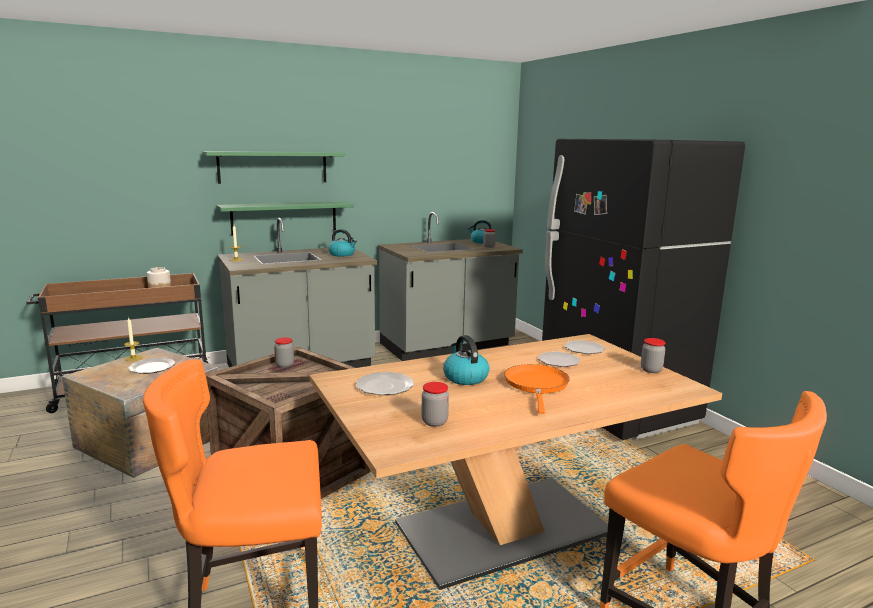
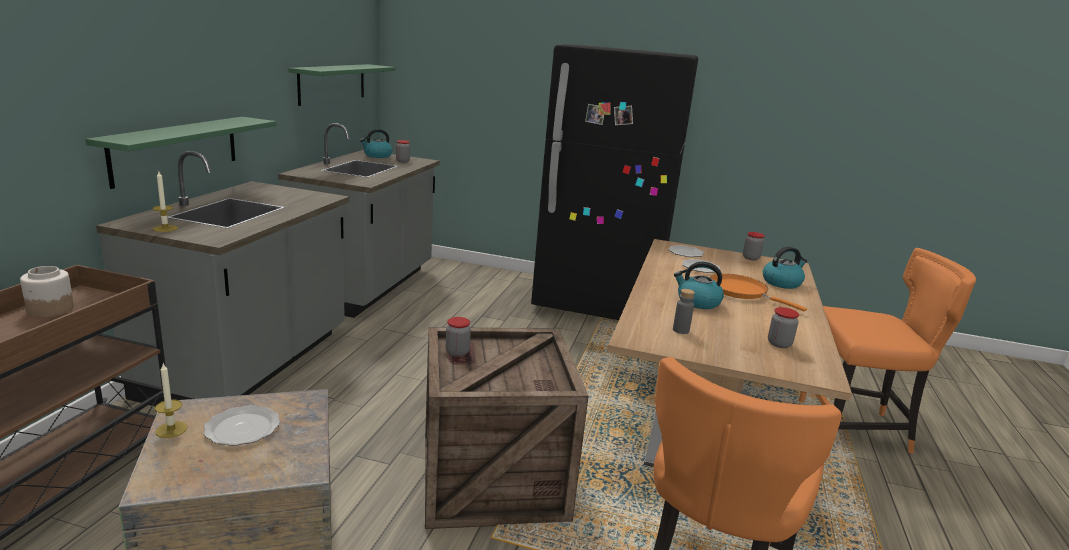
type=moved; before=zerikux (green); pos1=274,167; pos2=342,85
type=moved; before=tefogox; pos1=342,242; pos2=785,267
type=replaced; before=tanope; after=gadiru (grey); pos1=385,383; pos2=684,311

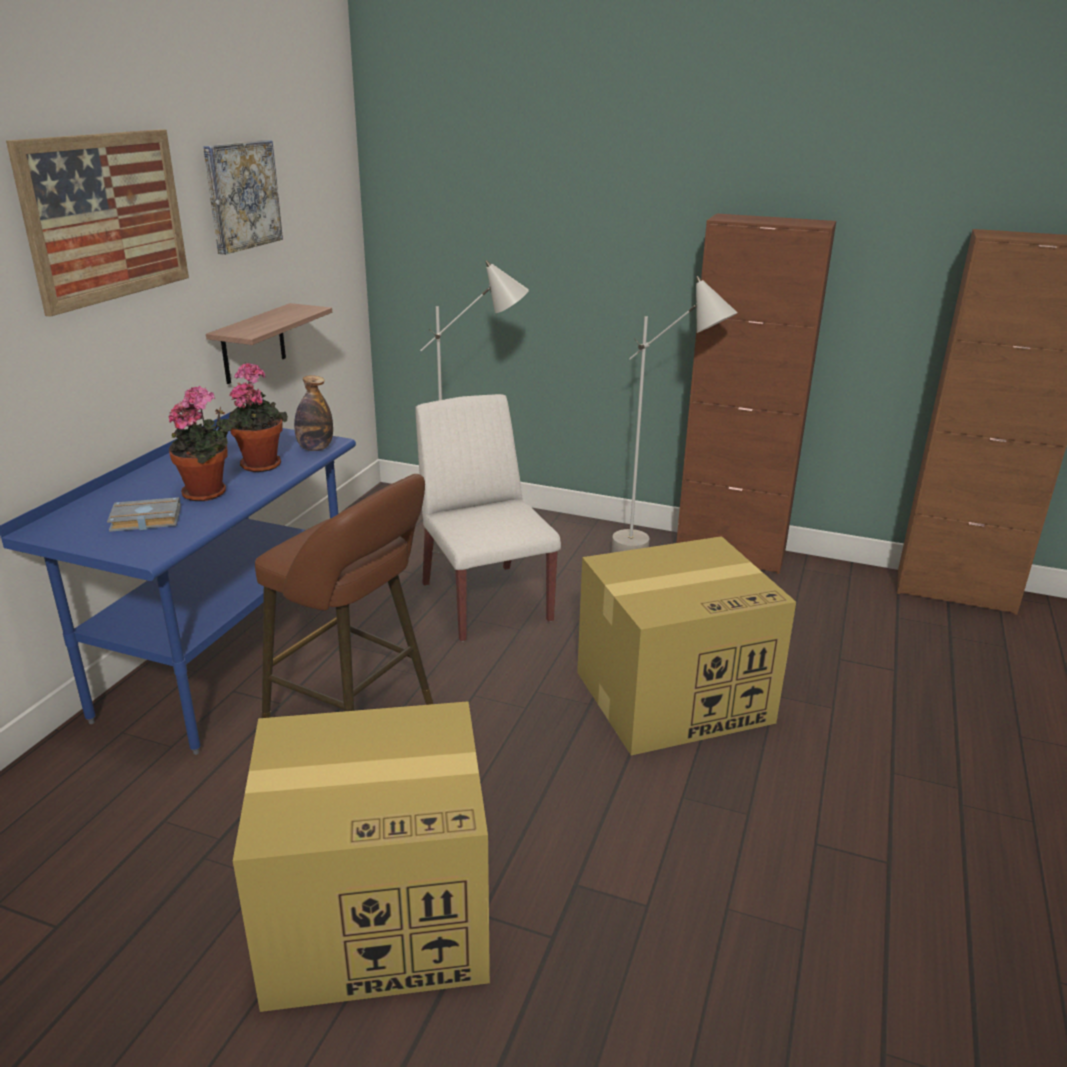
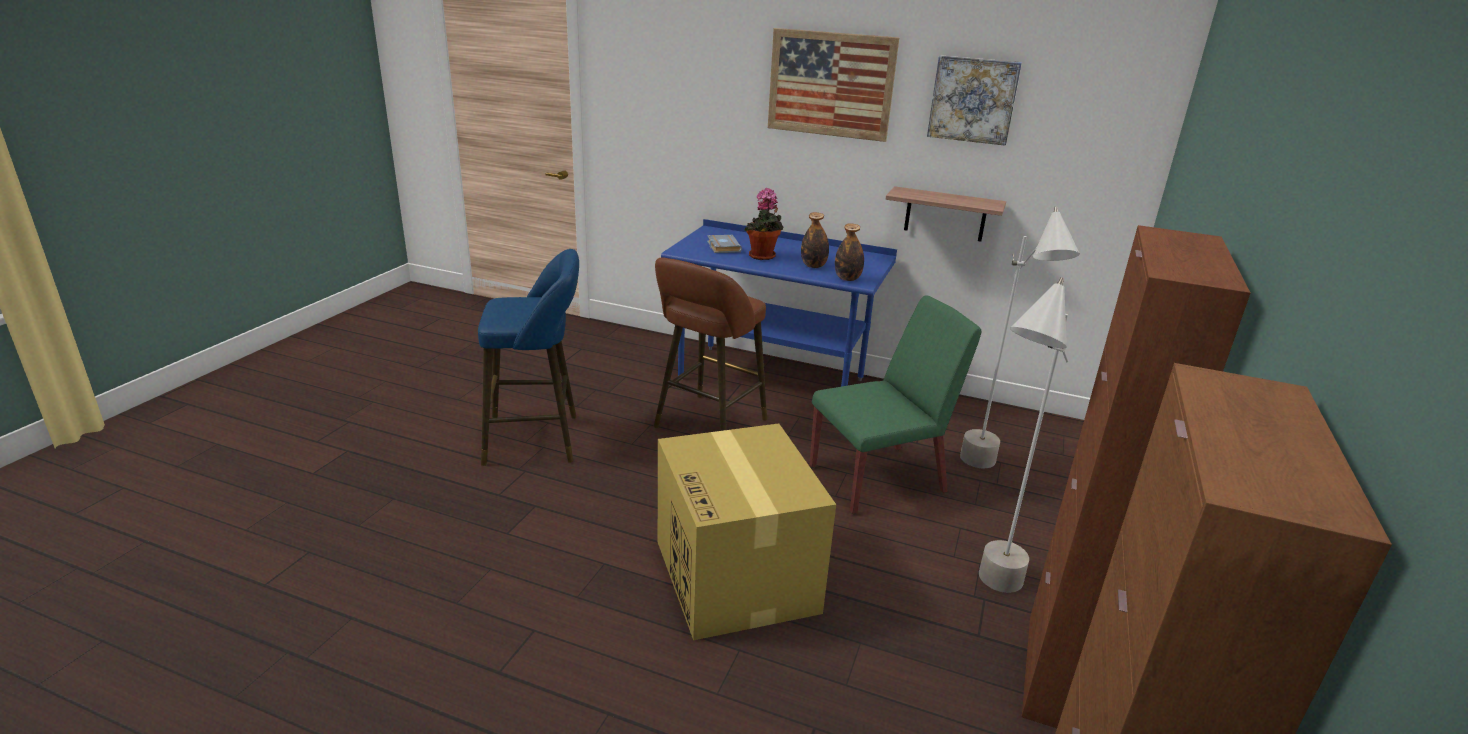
type=replaced; before=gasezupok; after=gadiru; pos1=257,417; pos2=815,240
type=replaced; before=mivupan; after=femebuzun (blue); pos1=361,856; pos2=528,357
type=recoloured; before=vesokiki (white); after=vesokiki (green); pos1=488,518; pos2=895,404

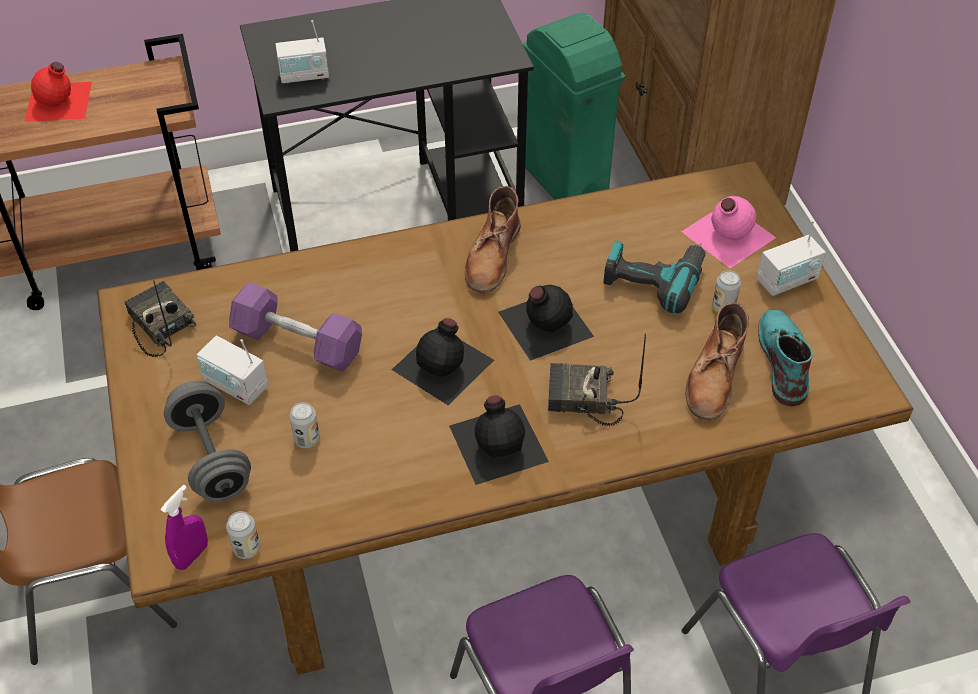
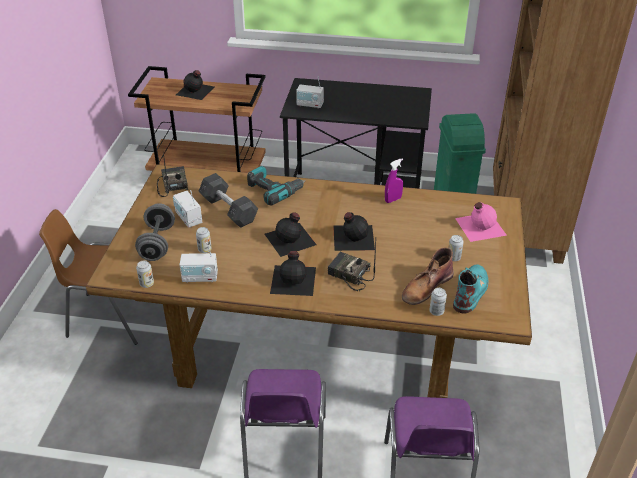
type=recoloured; before=gadiru (red); after=gadiru (black); pos1=58,92; pos2=195,85
type=moved; before=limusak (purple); pos1=184,527; pos2=394,180
type=recoloured; before=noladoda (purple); after=noladoda (grey); pos1=295,327; pos2=228,200
type=removed; before=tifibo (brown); pos1=492,239
type=moved; before=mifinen; pos1=654,277; pos2=276,186
type=moved; before=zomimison; pos1=791,258; pos2=198,262
type=added; after=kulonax; pos2=438,302

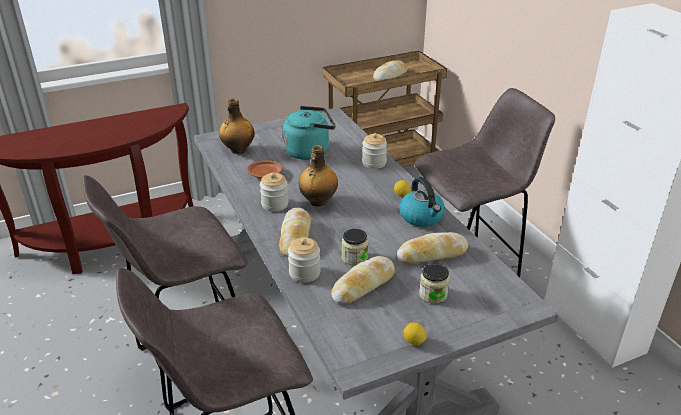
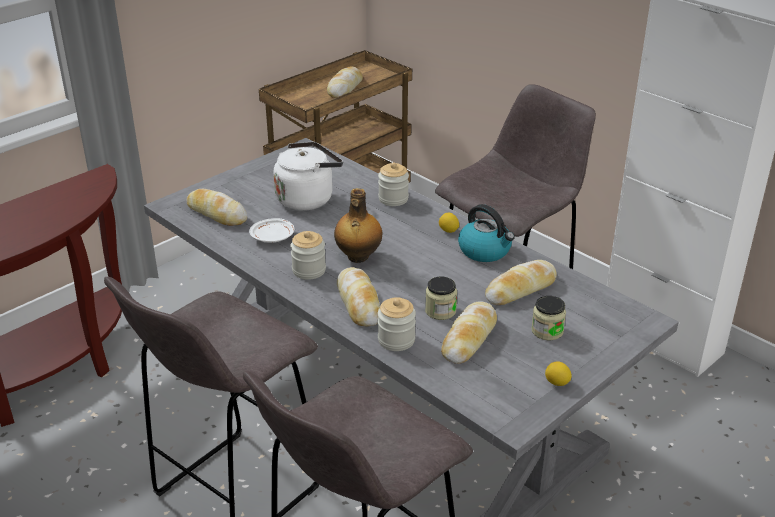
type=replaced; before=gadiru; after=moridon; pos1=237,126; pos2=217,207
type=recoloured; before=tanope (brown); after=tanope (white); pos1=265,169; pos2=271,230
type=recoloured; before=tefogox (turquoise); after=tefogox (white); pos1=309,133; pos2=308,176

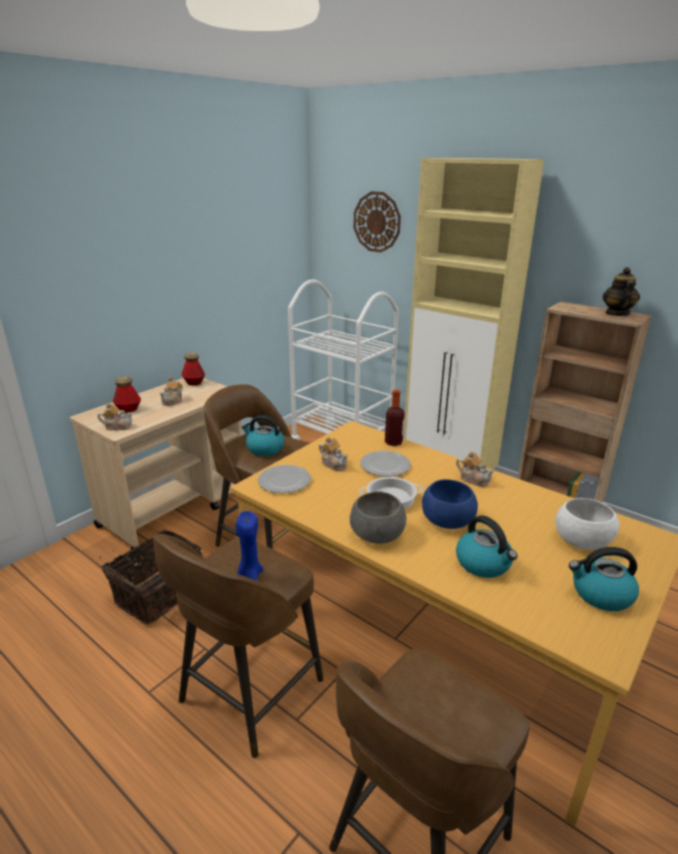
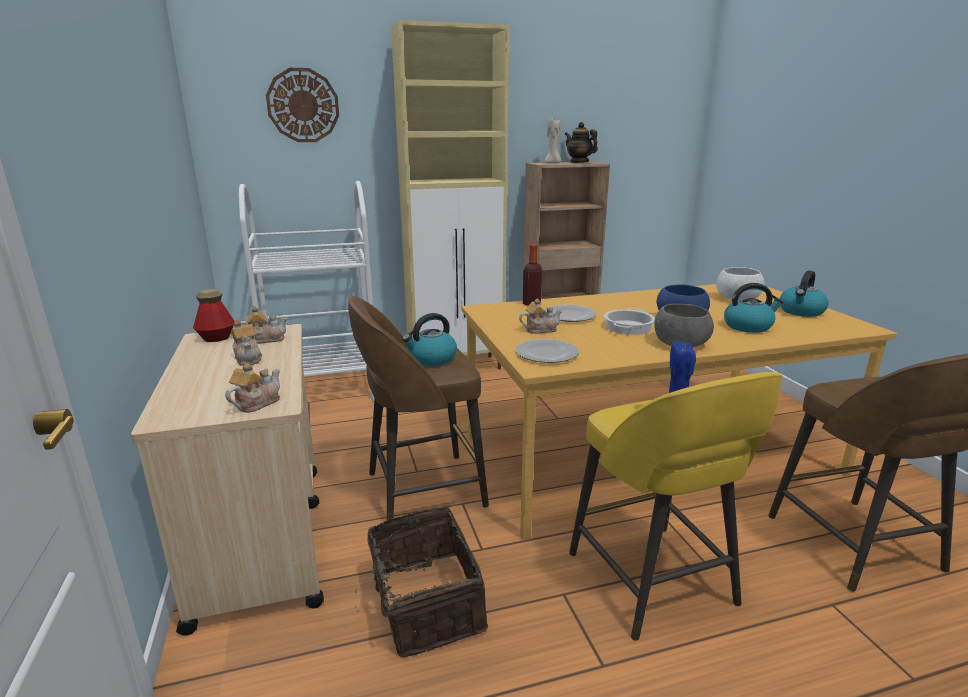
type=removed; before=gadiru; pos1=127,394
type=recoloured; before=femebuzun (brown); after=femebuzun (yellow); pos1=238,646; pos2=675,506
type=moved; before=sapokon; pos1=475,469; pos2=264,325
type=added; after=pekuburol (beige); pos2=553,140

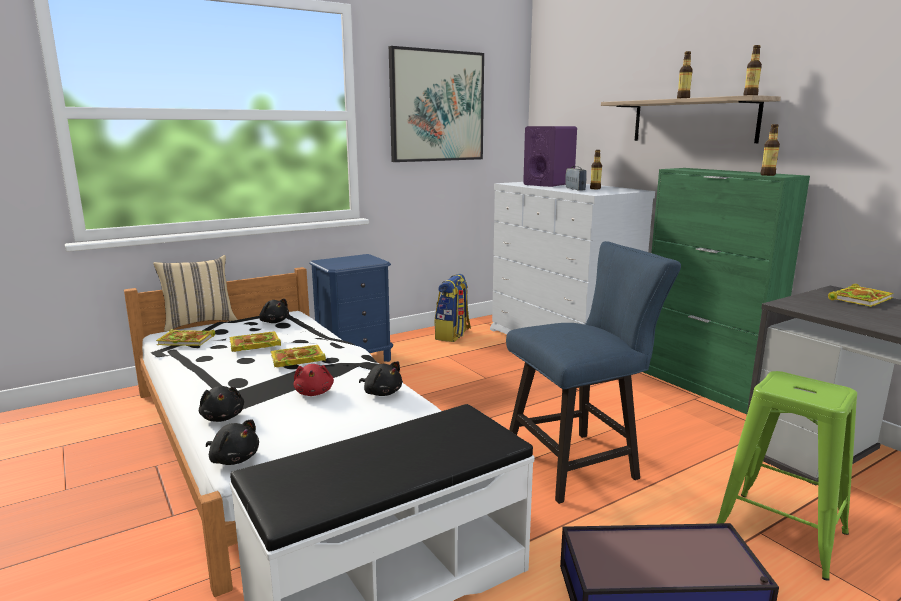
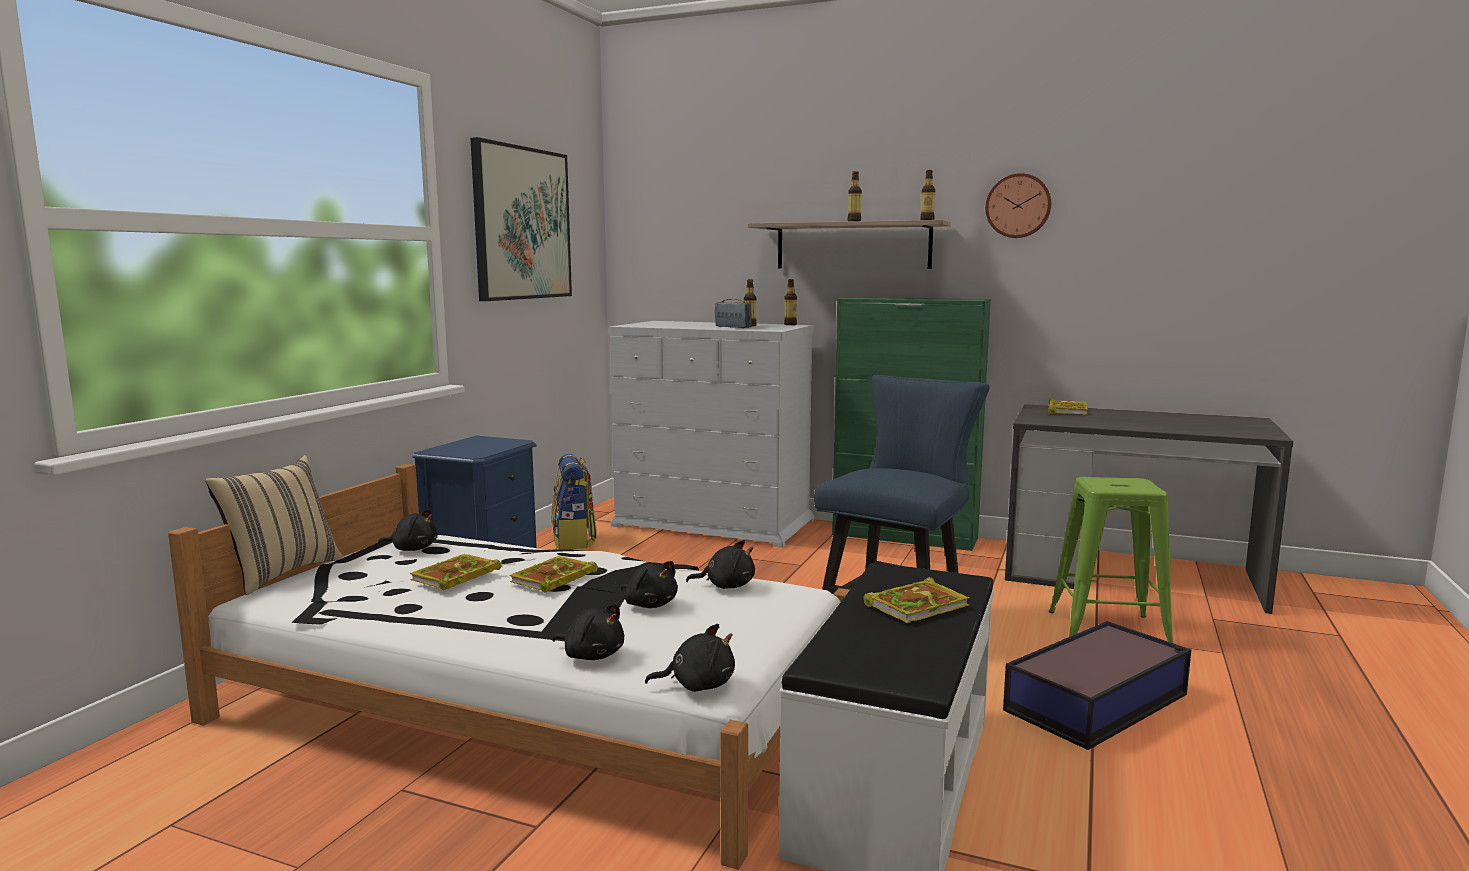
type=moved; before=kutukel; pos1=185,337; pos2=917,600
type=recoloured; before=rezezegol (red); after=rezezegol (black); pos1=314,380; pos2=649,584
type=removed; before=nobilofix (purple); pos1=550,156
type=moved; before=gadiru; pos1=770,150; pos2=790,302
type=added; after=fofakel; pos2=1018,205

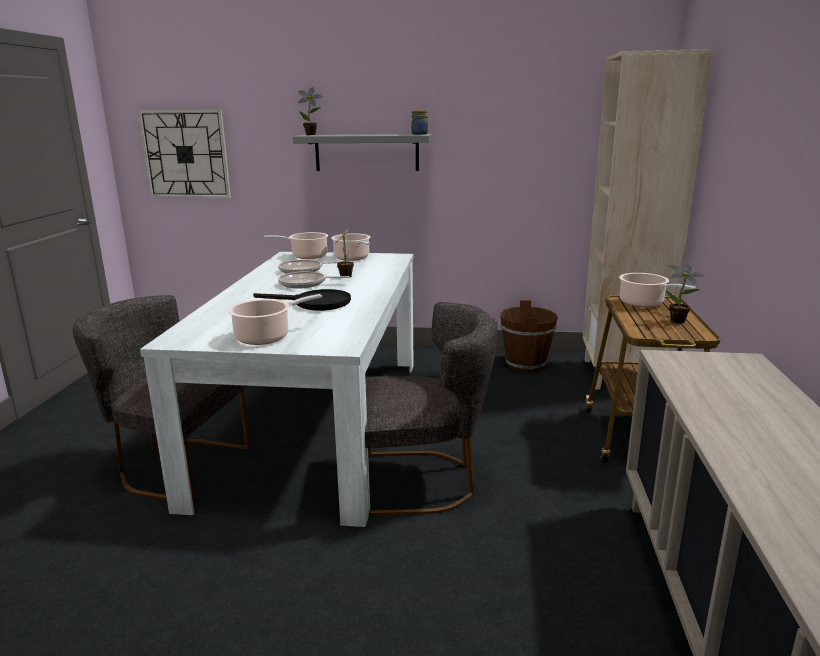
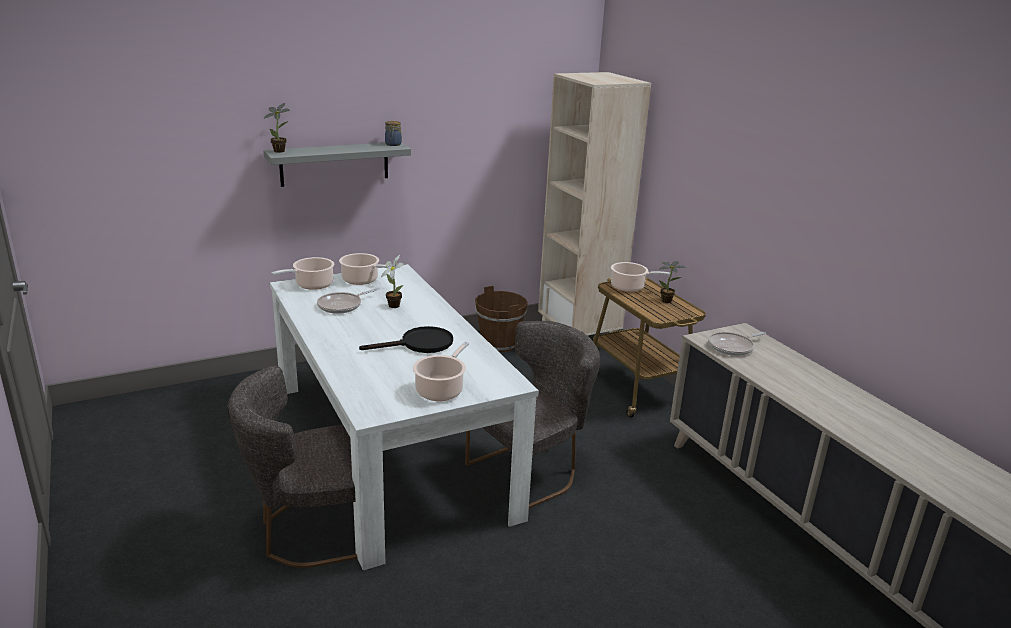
type=removed; before=fofakel; pos1=184,153
type=moved; before=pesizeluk; pos1=314,280; pos2=737,344

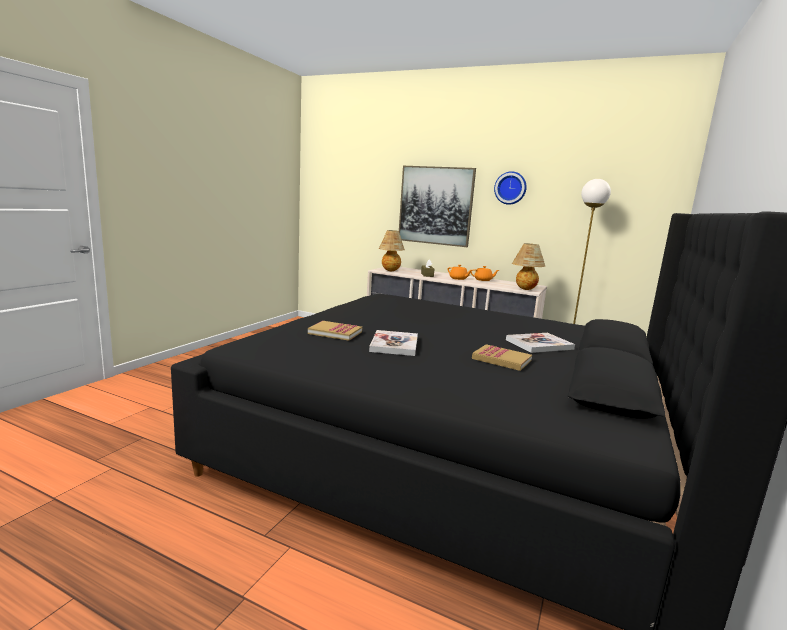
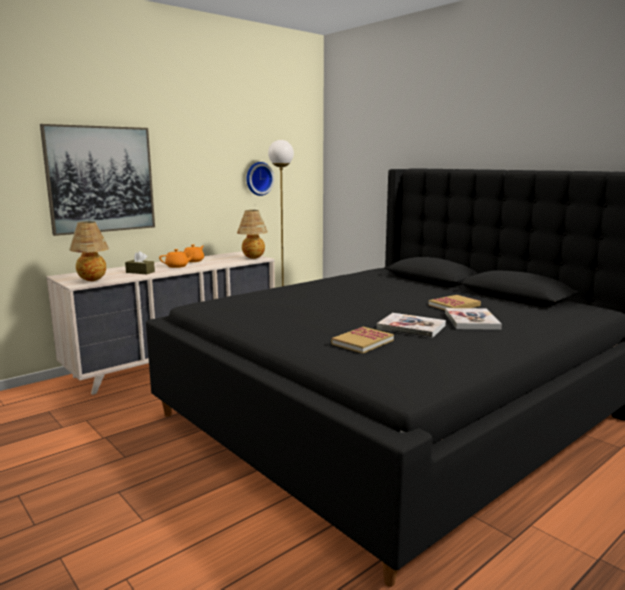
type=moved; before=fofakel; pos1=510,188; pos2=260,179
type=moved; before=kutukel; pos1=540,343; pos2=473,319

